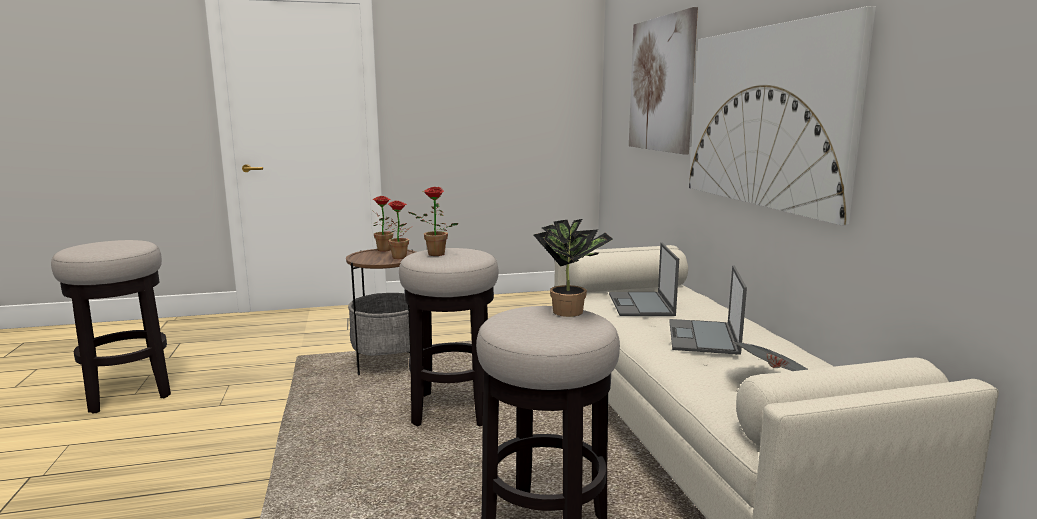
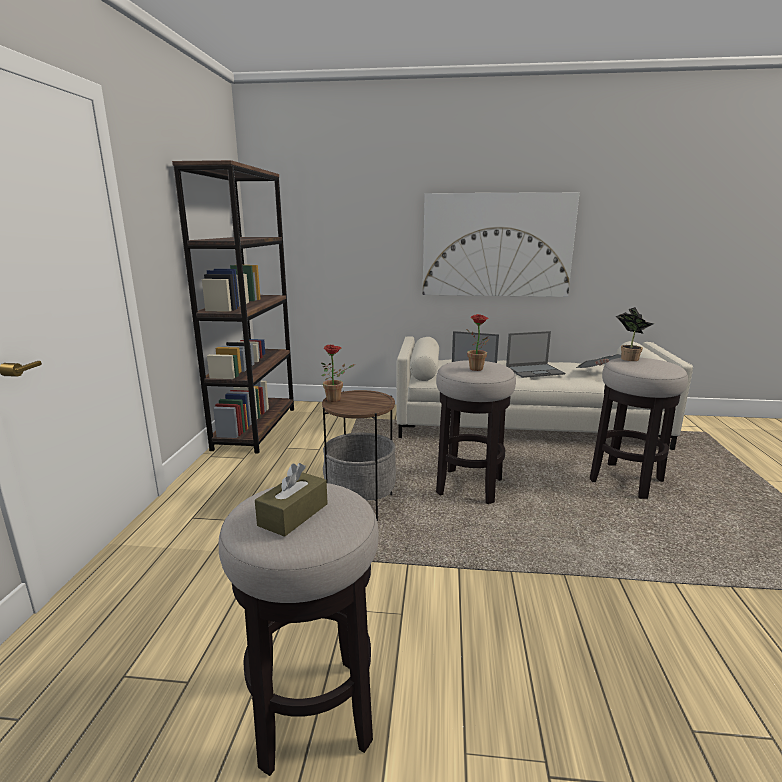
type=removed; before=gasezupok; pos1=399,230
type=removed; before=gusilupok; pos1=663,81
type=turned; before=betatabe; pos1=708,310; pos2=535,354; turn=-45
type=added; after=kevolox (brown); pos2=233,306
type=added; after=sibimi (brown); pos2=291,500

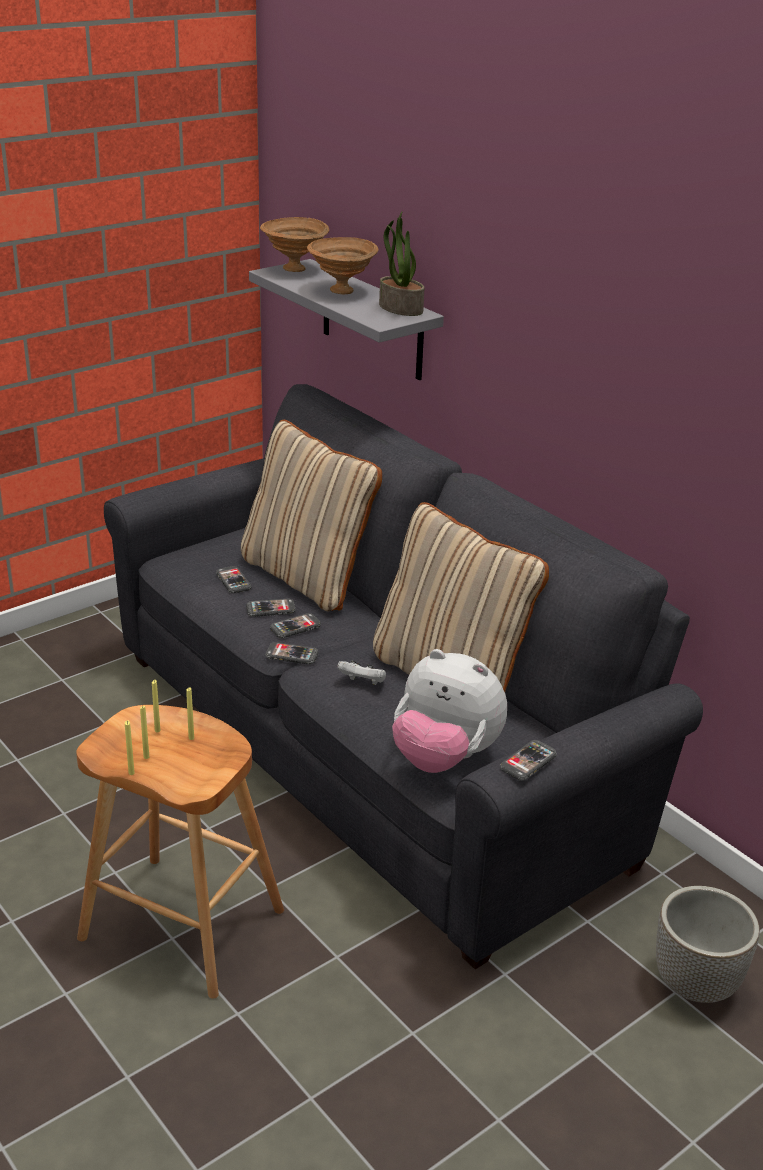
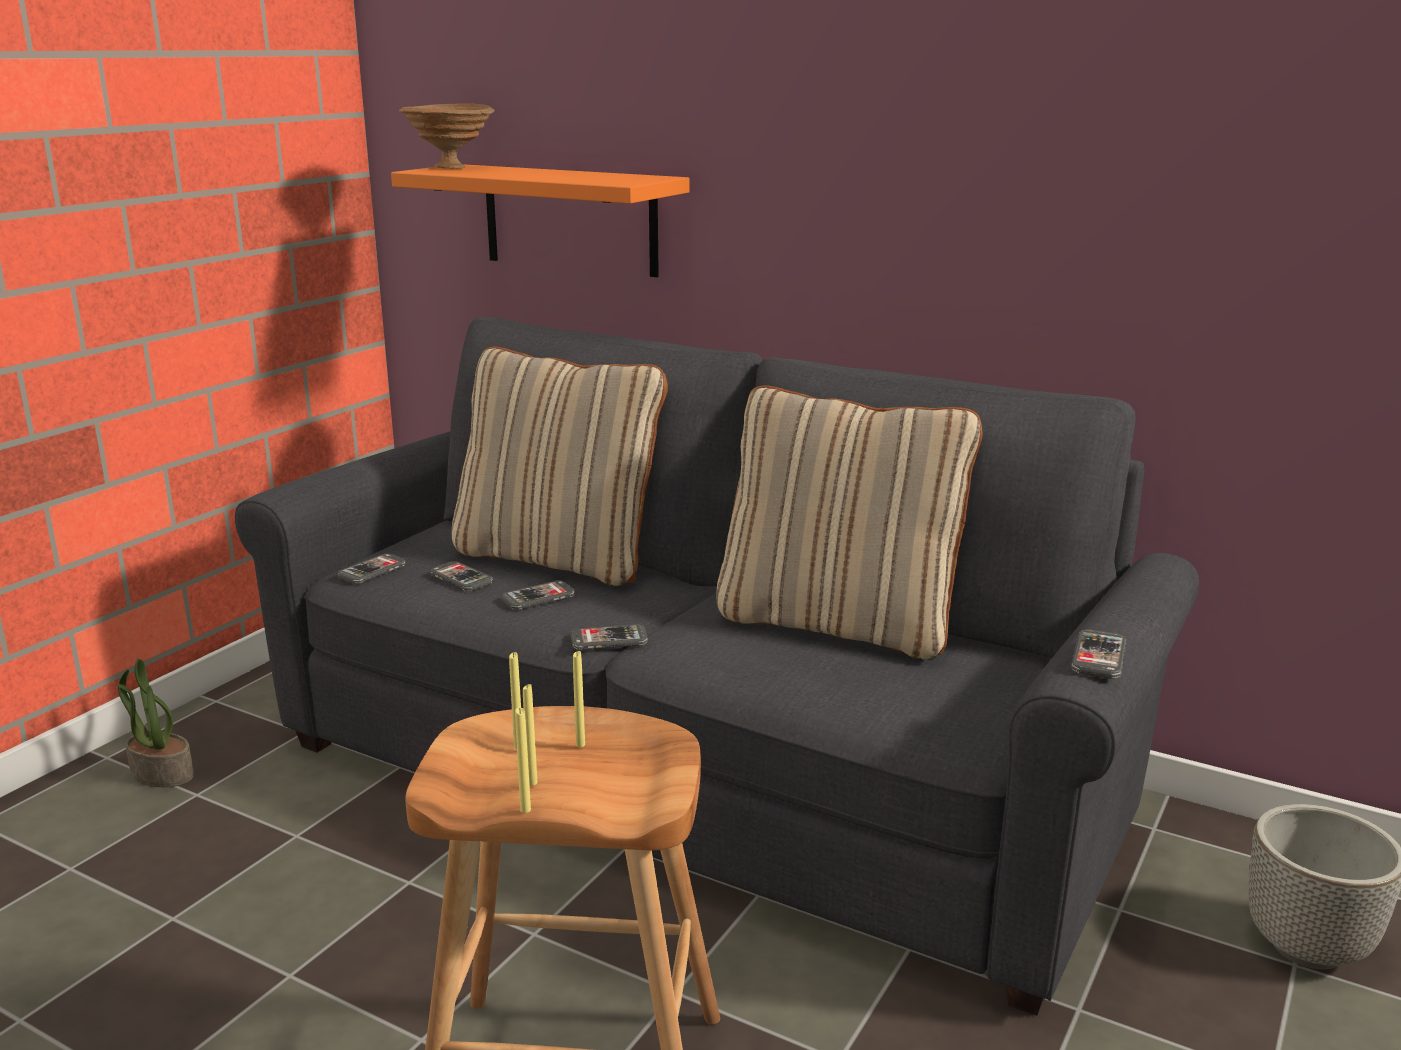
type=recoloured; before=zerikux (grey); after=zerikux (orange); pos1=346,319; pos2=540,220
type=moved; before=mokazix; pos1=295,625; pos2=372,569
type=removed; before=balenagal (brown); pos1=342,265
type=removed; before=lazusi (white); pos1=361,673
type=moved; before=gasezupok; pos1=401,264; pos2=155,722
type=removed; before=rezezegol; pos1=449,711

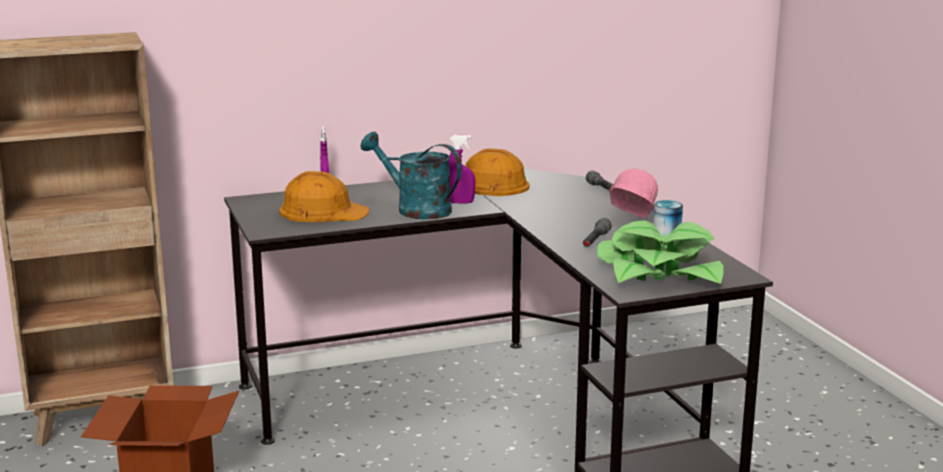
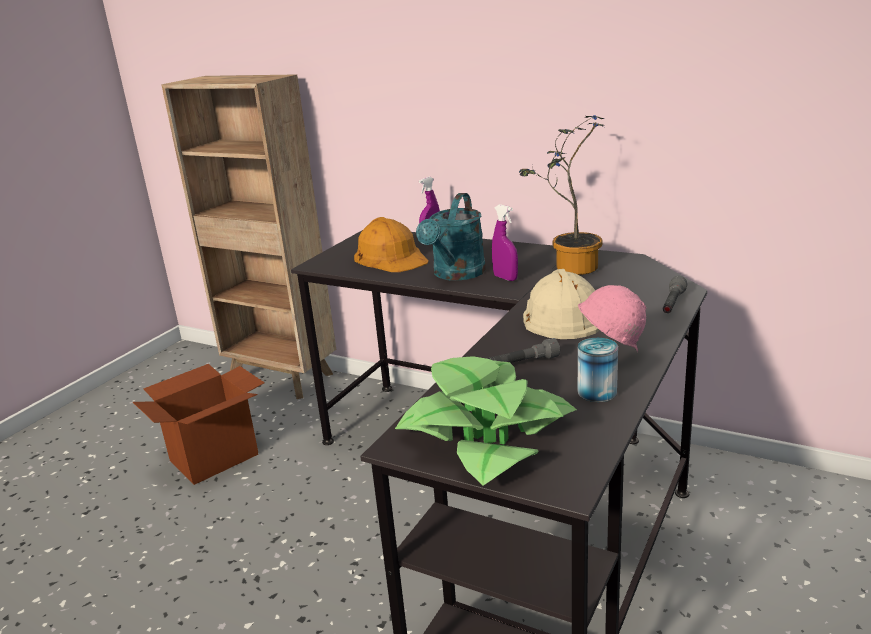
type=turned; before=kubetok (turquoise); pos1=411,176; pos2=451,237; turn=-150
type=replaced; before=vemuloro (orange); after=gasezupok; pos1=497,172; pos2=561,195
type=added; after=vemuloro (beige); pos2=561,304

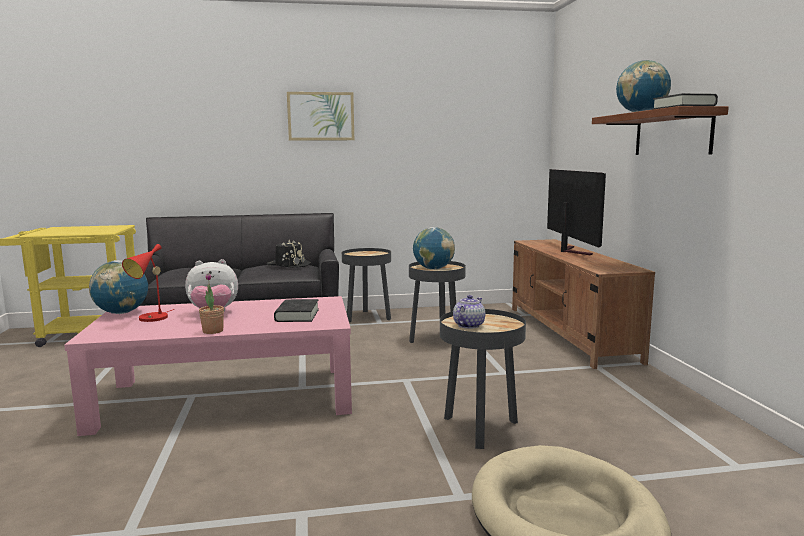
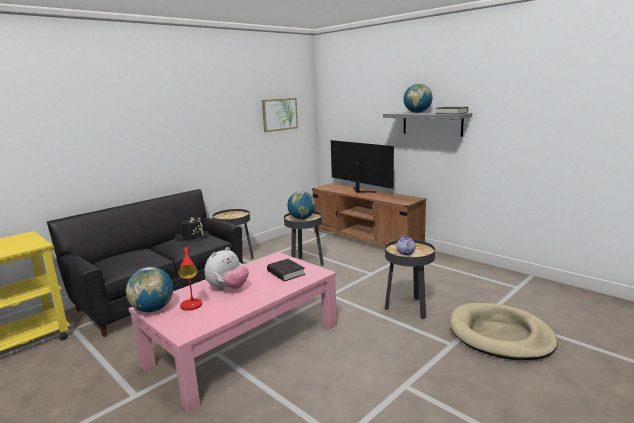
type=removed; before=gasezupok; pos1=211,303
type=moved; before=gusilupok; pos1=320,116; pos2=280,115
type=recoloured; before=zerikux (brown); after=zerikux (grey); pos1=660,130; pos2=427,124

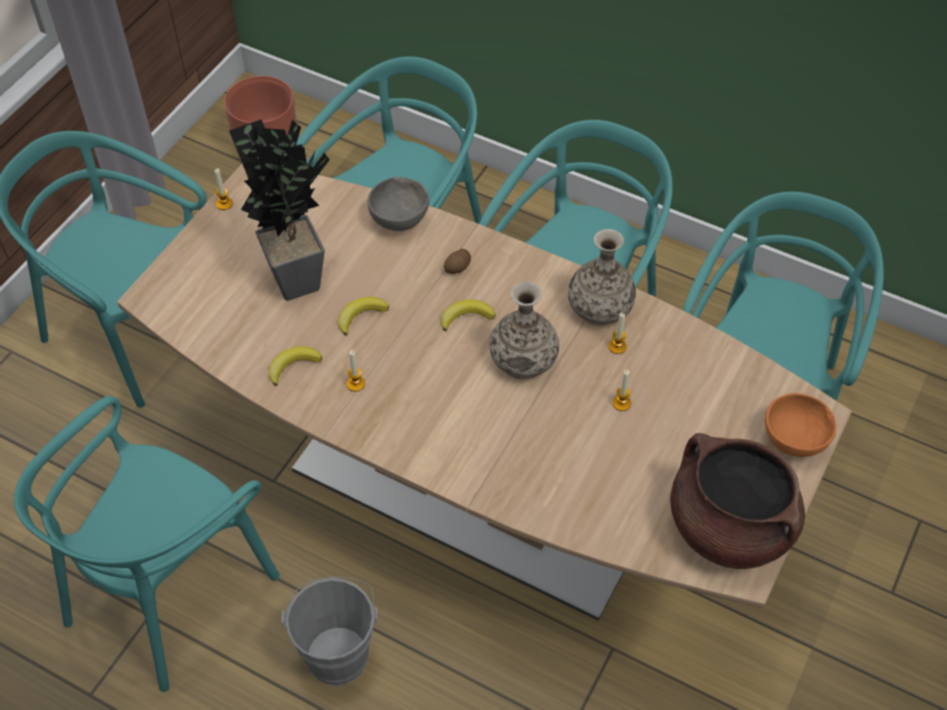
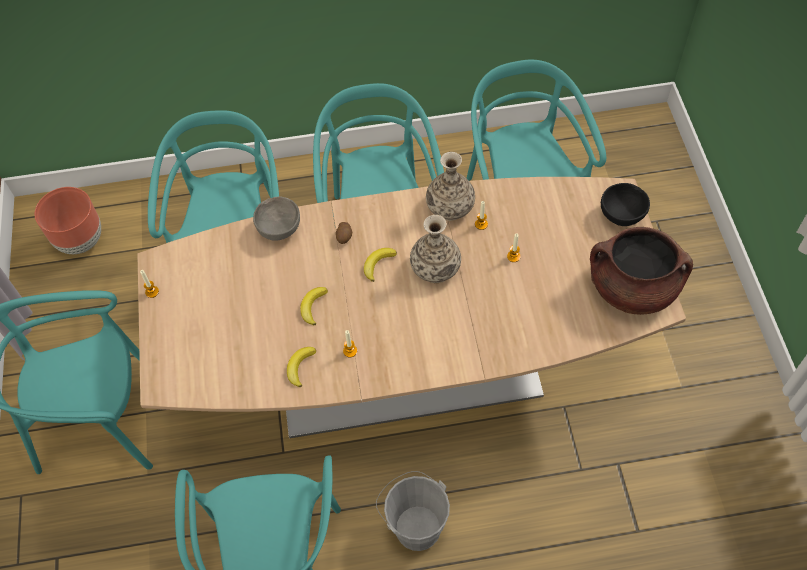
type=removed; before=gasezupok; pos1=279,210
type=recoloured; before=balenagal (orange); after=balenagal (black); pos1=800,425; pos2=625,204

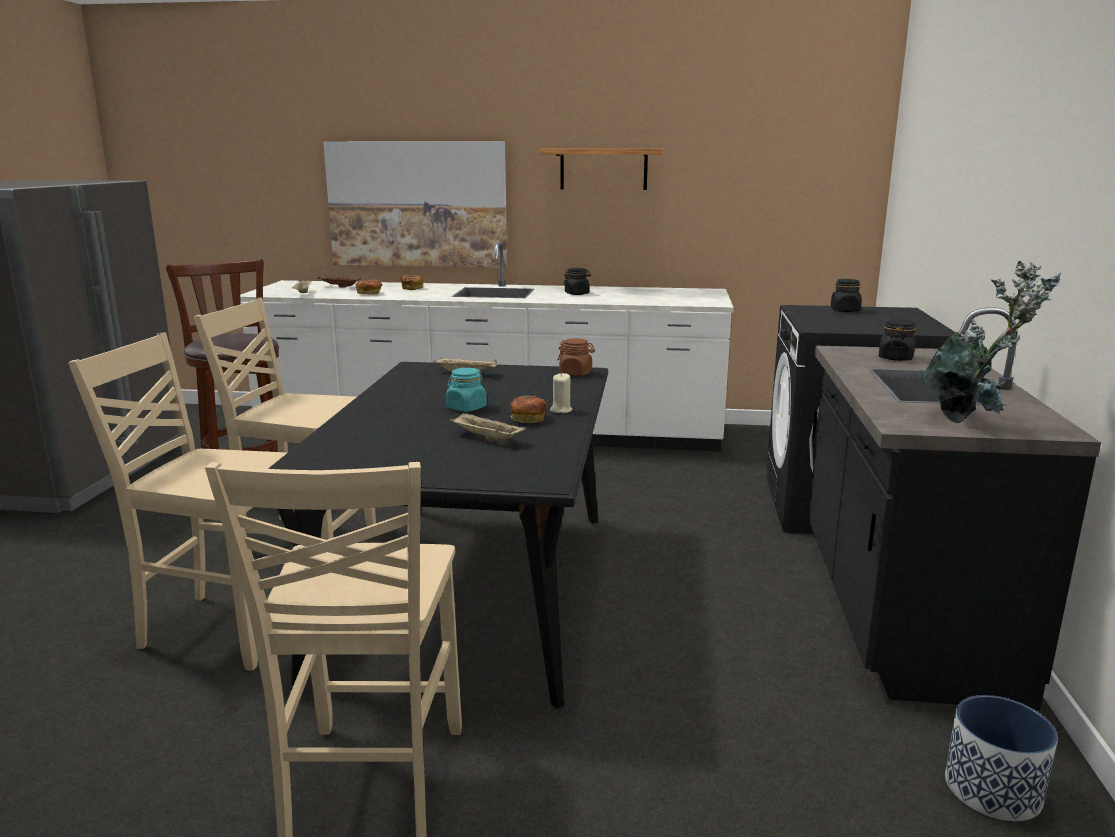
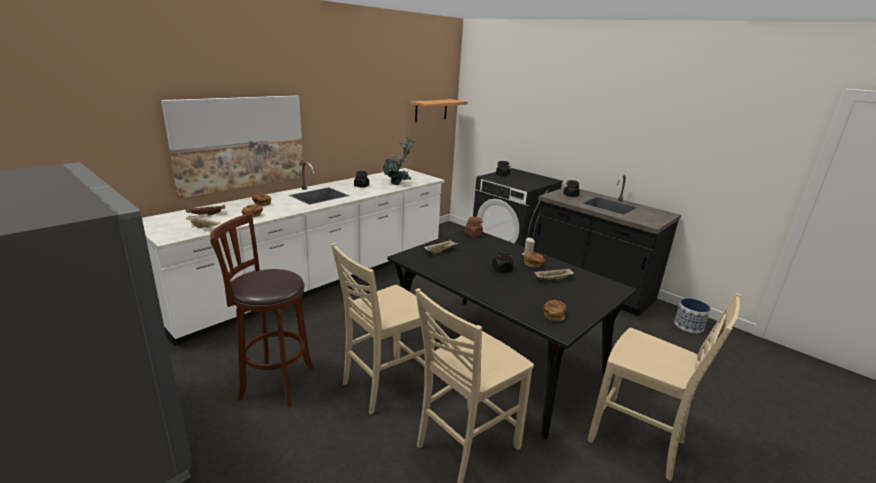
type=recoloured; before=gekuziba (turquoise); after=gekuziba (black); pos1=466,390; pos2=502,260
type=moved; before=zerikux; pos1=601,169; pos2=439,110
type=moved; before=gasezupok; pos1=992,342; pos2=399,161
type=added; after=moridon; pos2=555,310

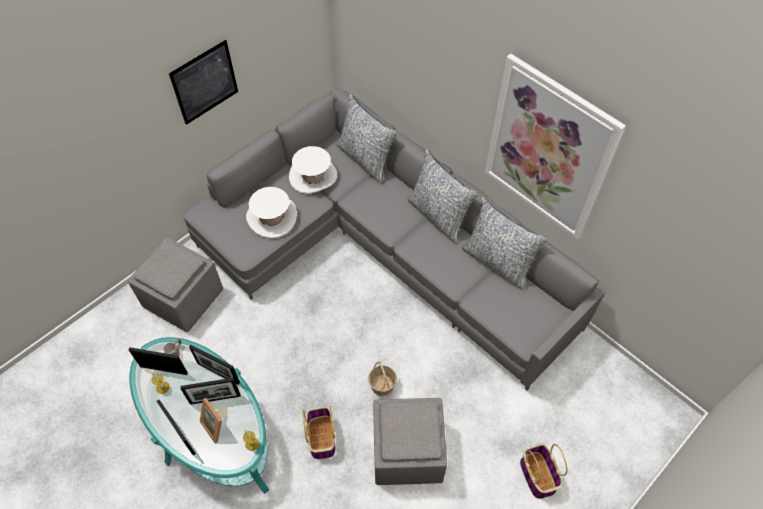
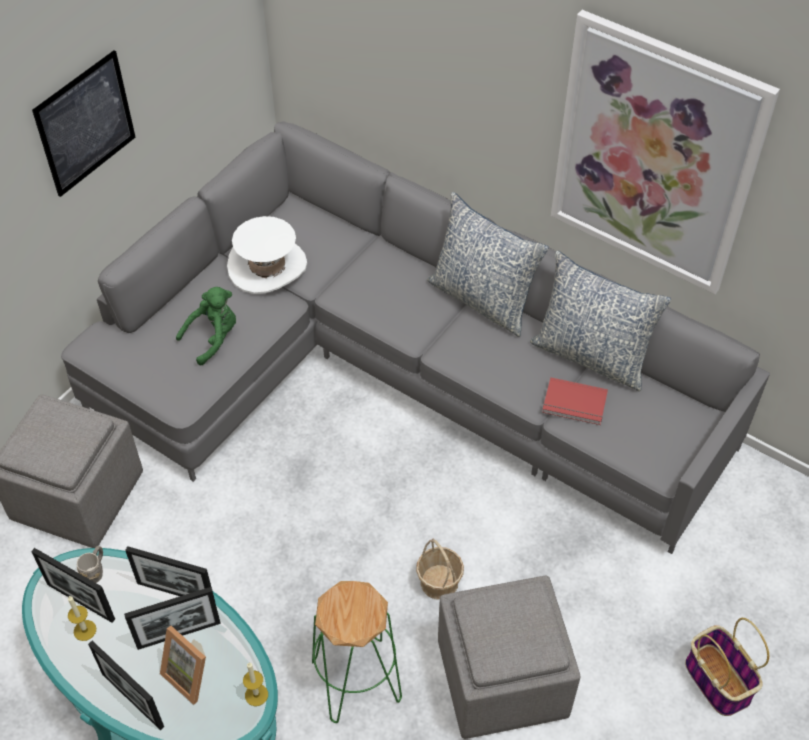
type=turned; before=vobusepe; pos1=158,361; pos2=73,585; turn=-150
type=replaced; before=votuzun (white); after=rezezegol (green); pos1=271,212; pos2=206,326
type=replaced; before=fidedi; after=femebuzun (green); pos1=318,432; pos2=357,652
type=removed; before=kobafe; pos1=367,138
type=added; after=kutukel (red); pos2=575,401

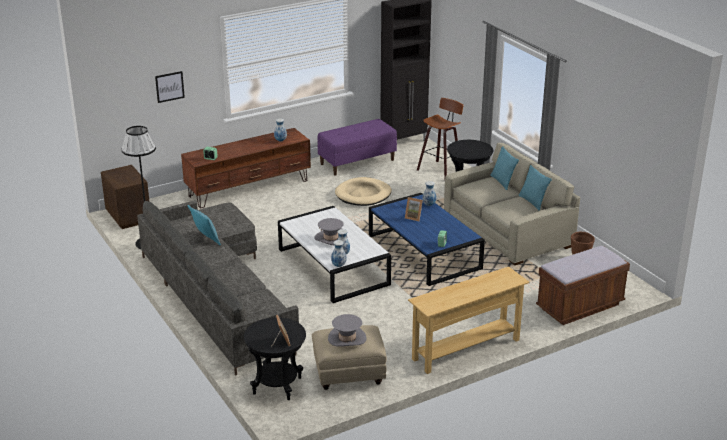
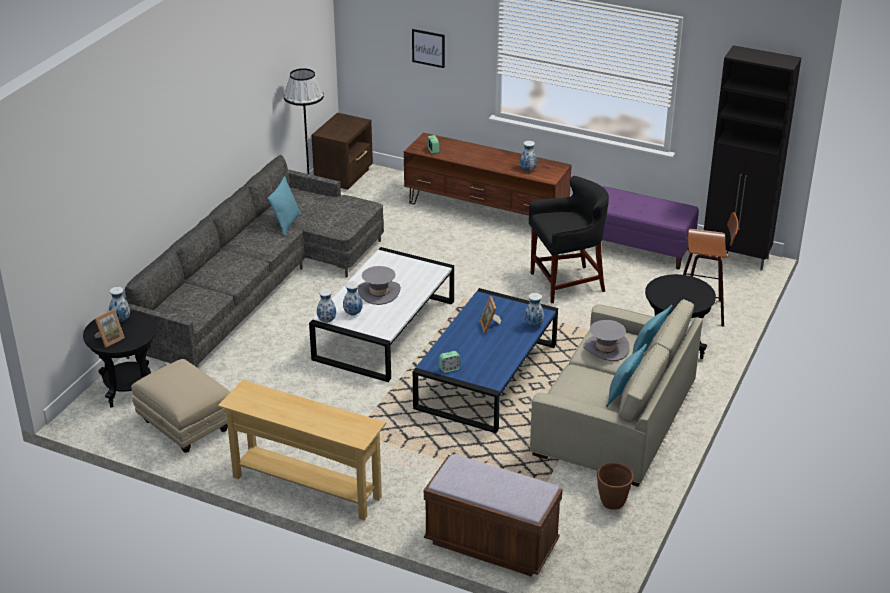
type=moved; before=votuzun (grey); pos1=347,330; pos2=606,340
type=replaced; before=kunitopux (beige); after=femebuzun (black); pos1=363,191; pos2=569,239
type=added; after=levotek; pos2=119,304

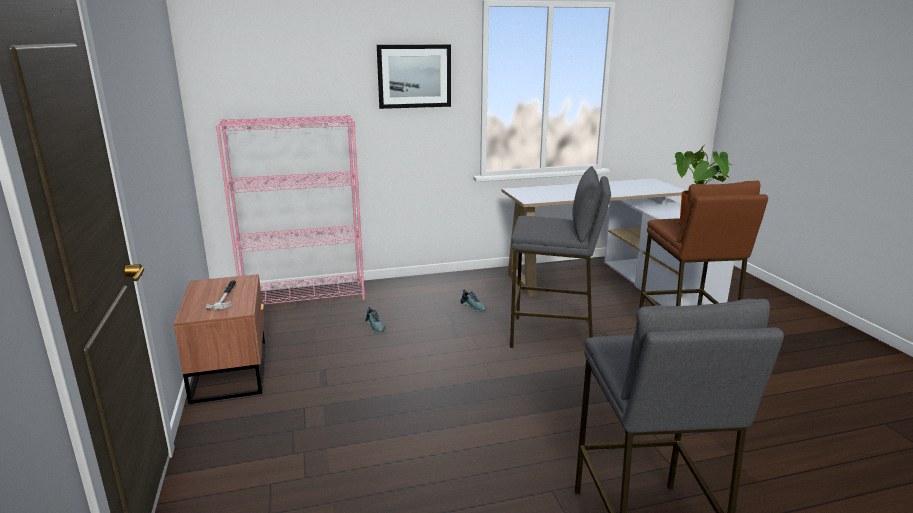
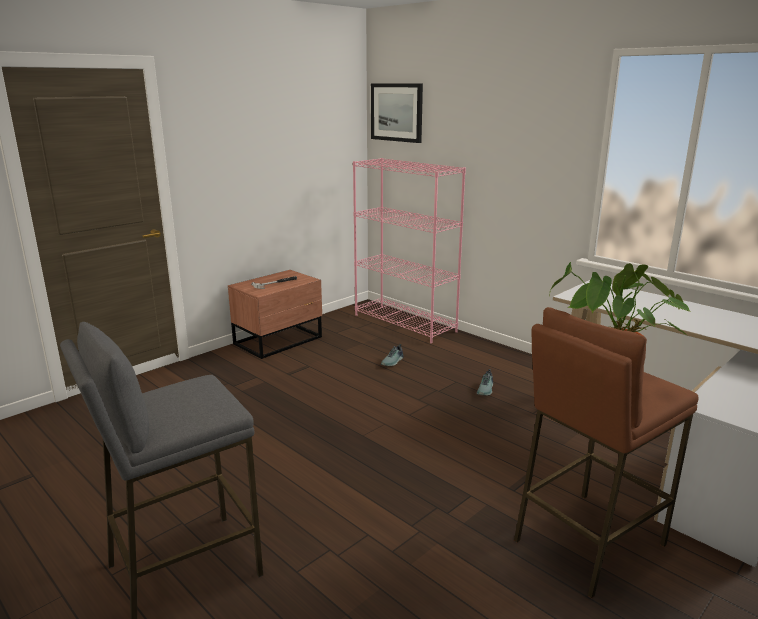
type=moved; before=gusilupok; pos1=414,77; pos2=397,113
type=removed; before=femebuzun (grey); pos1=560,257

